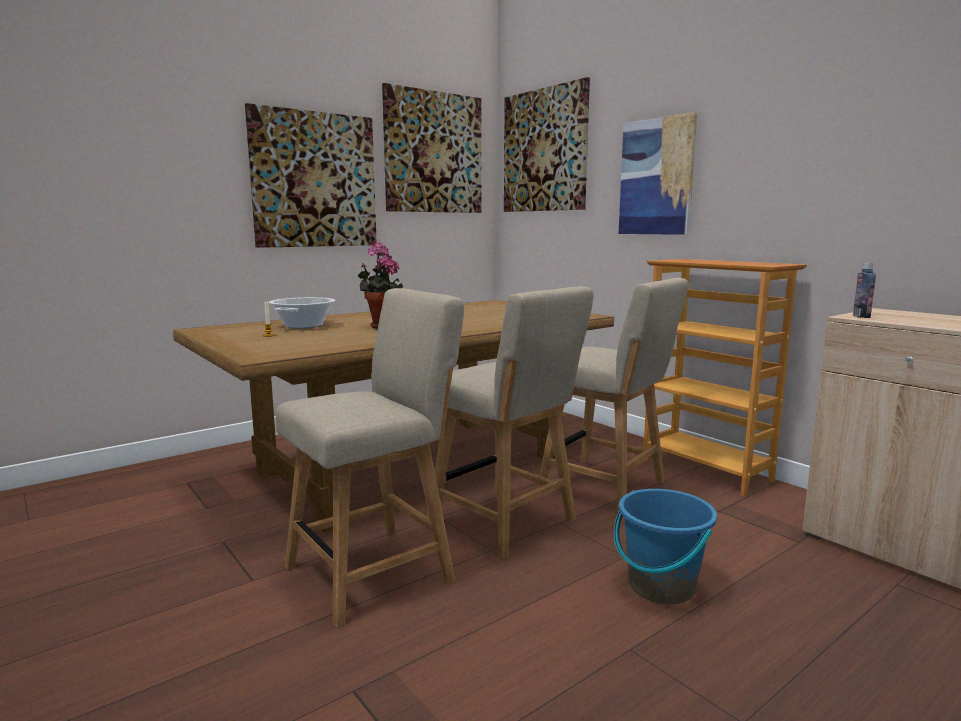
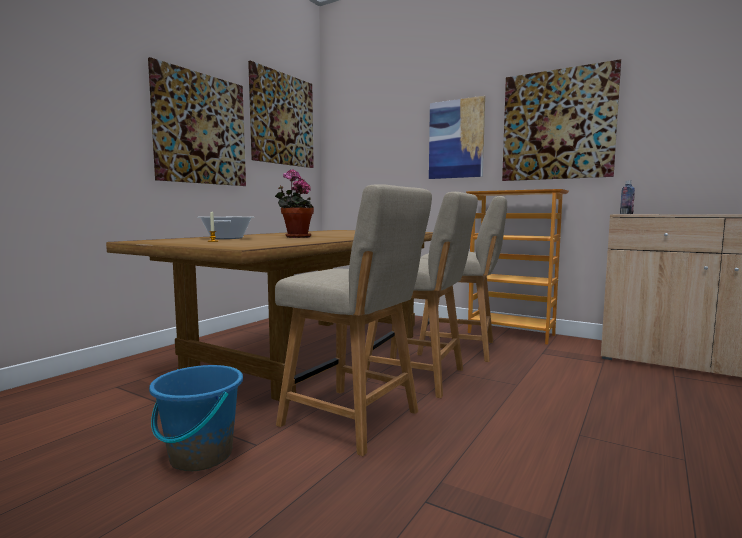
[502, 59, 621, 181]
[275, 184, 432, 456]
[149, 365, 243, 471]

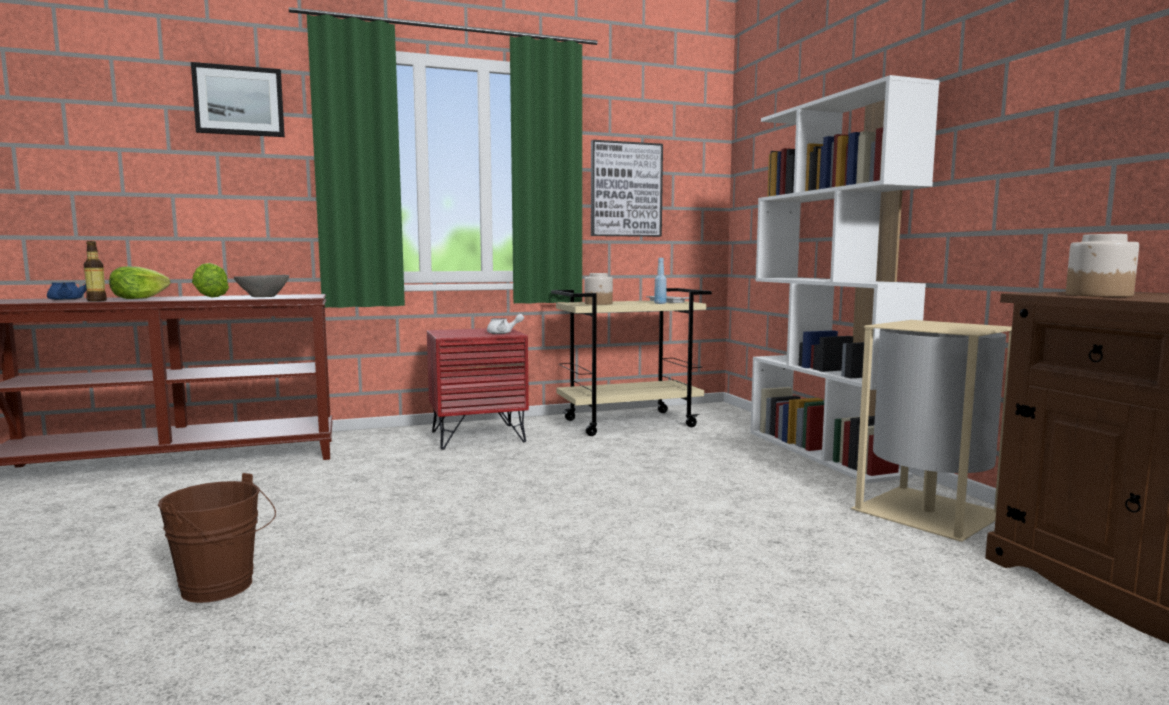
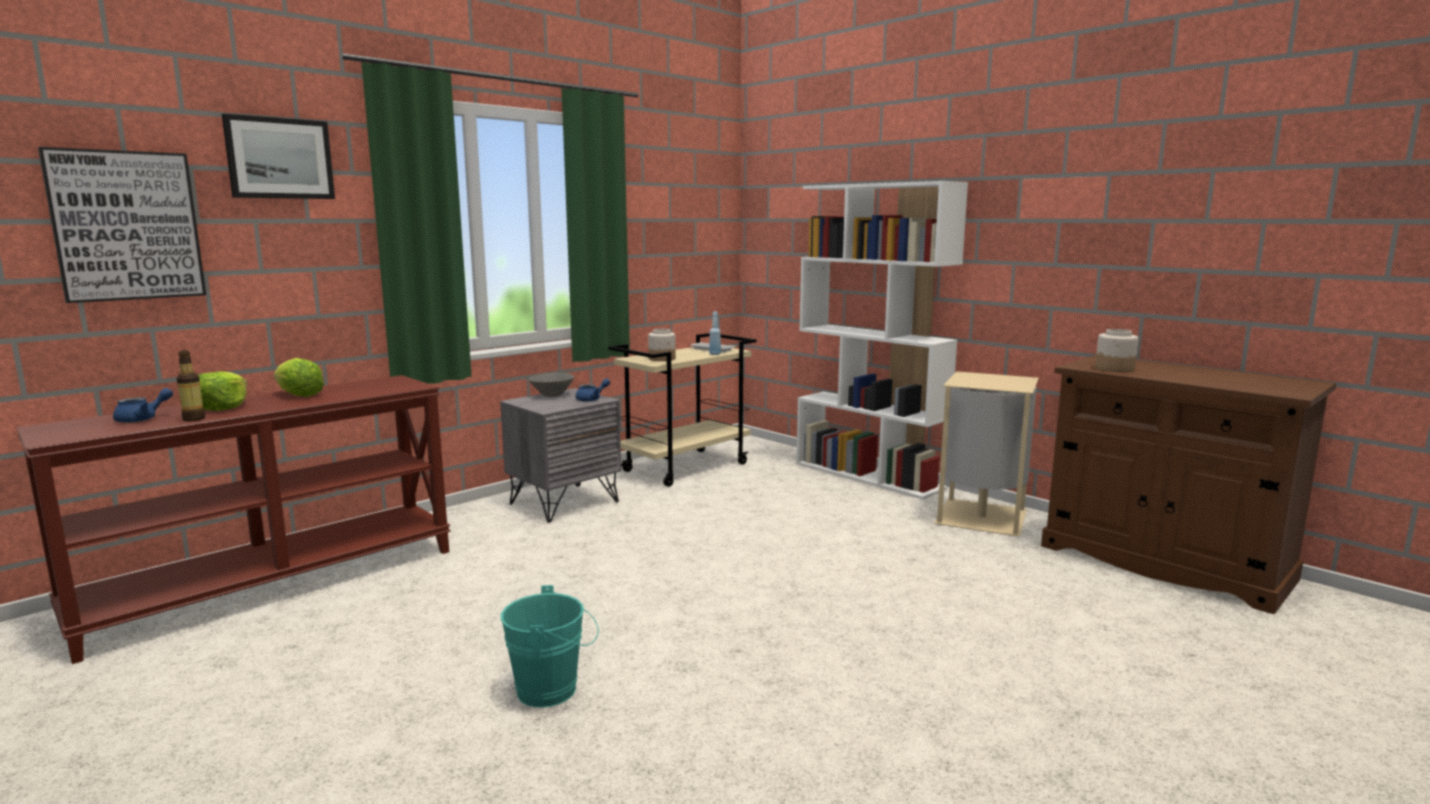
[38, 147, 206, 303]
[529, 373, 574, 397]
[575, 378, 610, 402]
[500, 388, 621, 522]
[501, 585, 599, 708]

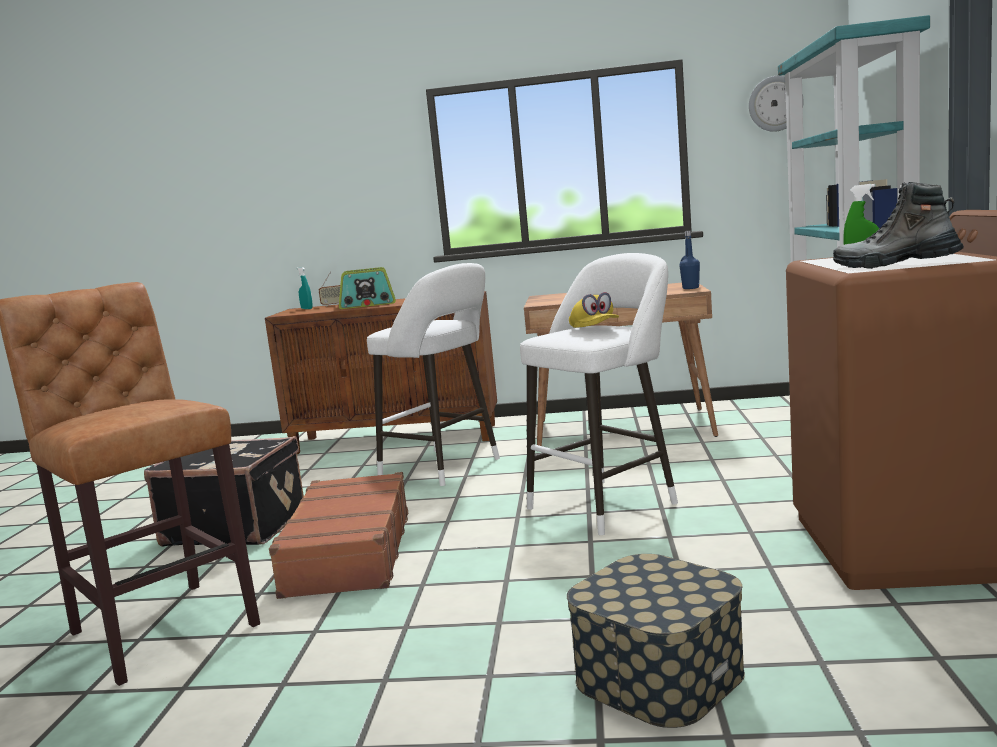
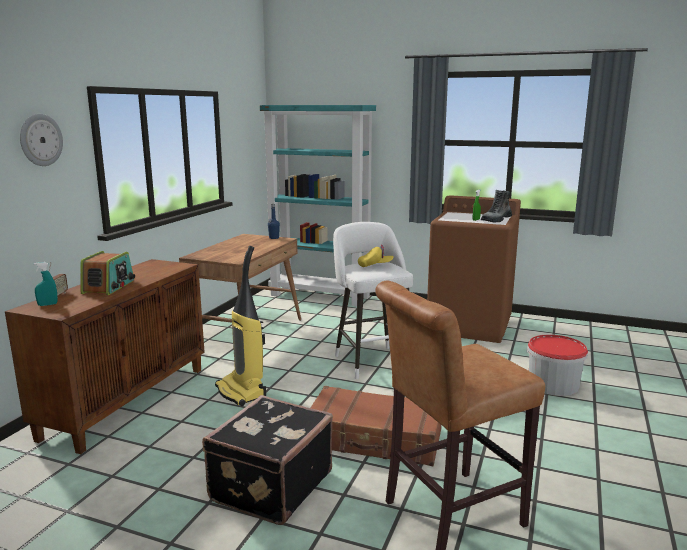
[20, 114, 63, 166]
[215, 246, 266, 406]
[527, 335, 588, 396]

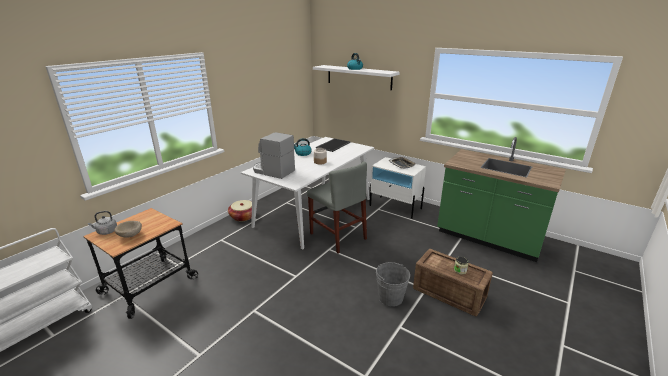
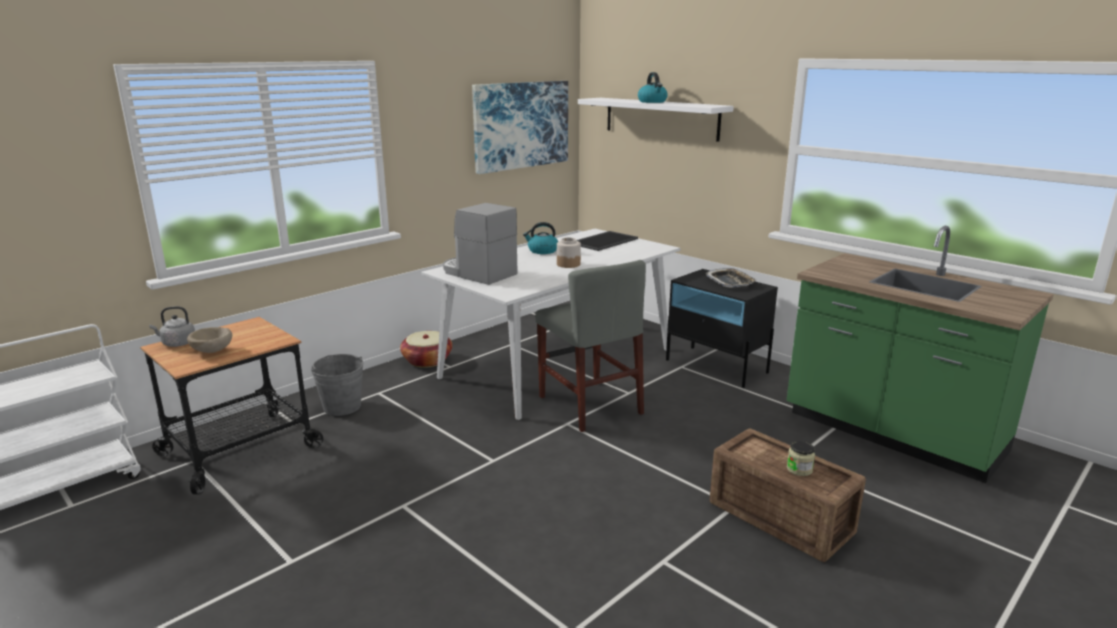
[666, 269, 778, 388]
[311, 354, 363, 416]
[472, 81, 568, 174]

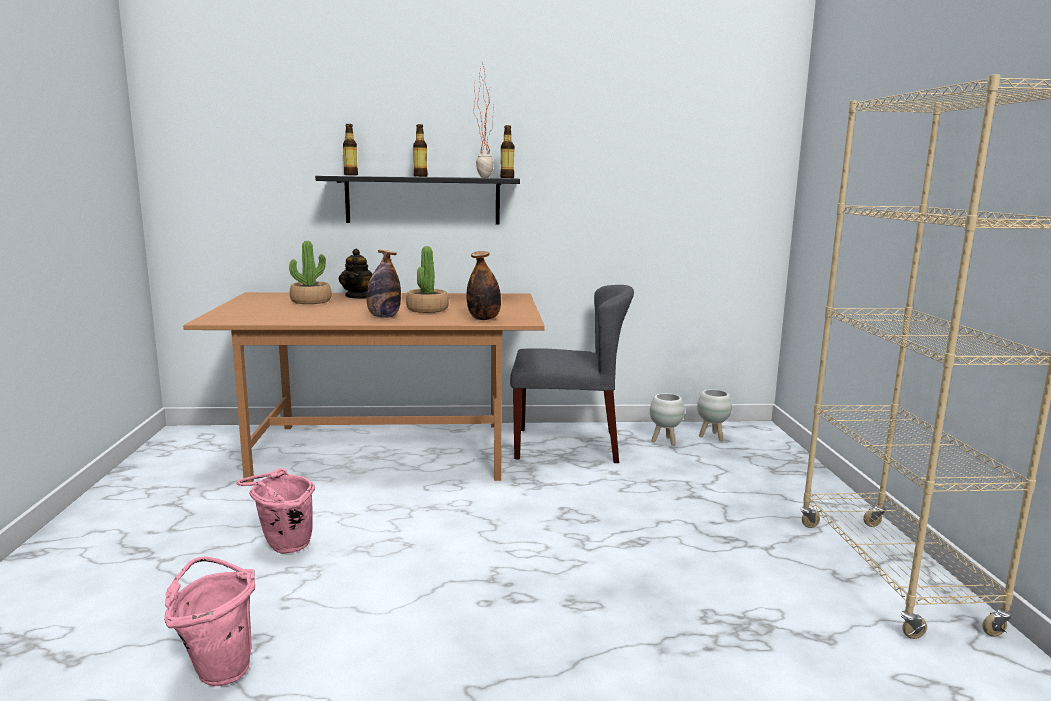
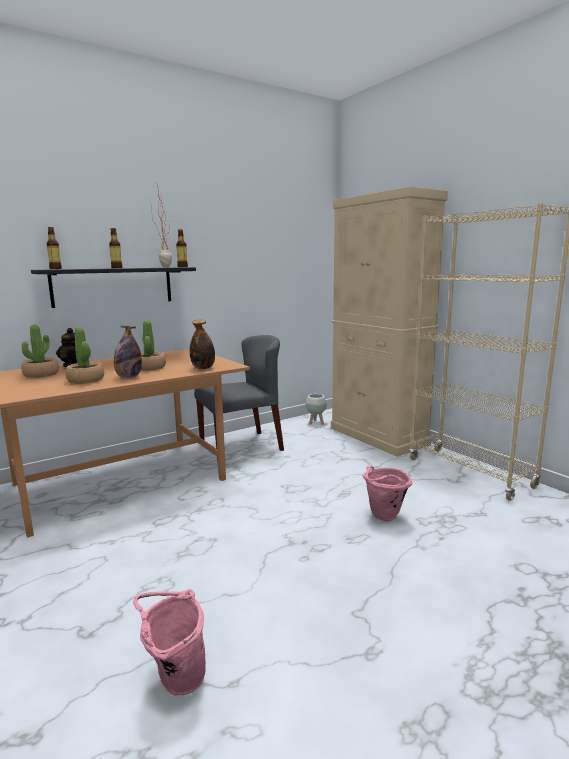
[650, 393, 685, 446] (first image)
[363, 466, 413, 521]
[331, 187, 448, 457]
[66, 327, 104, 384]

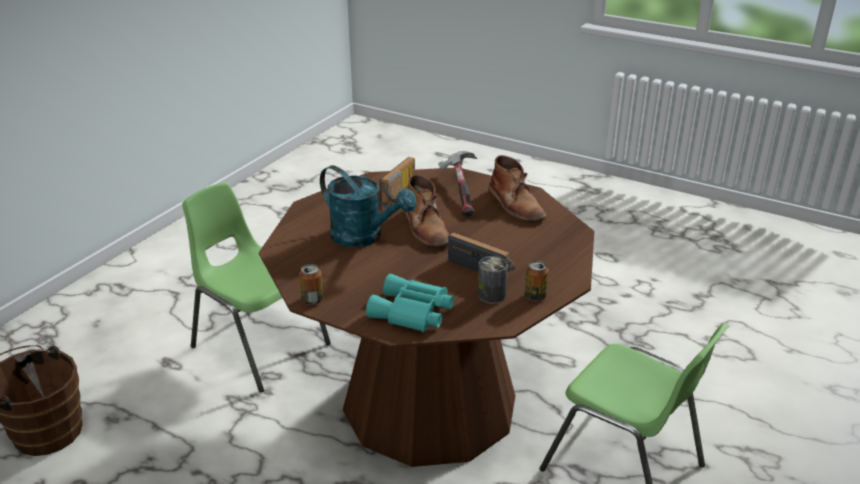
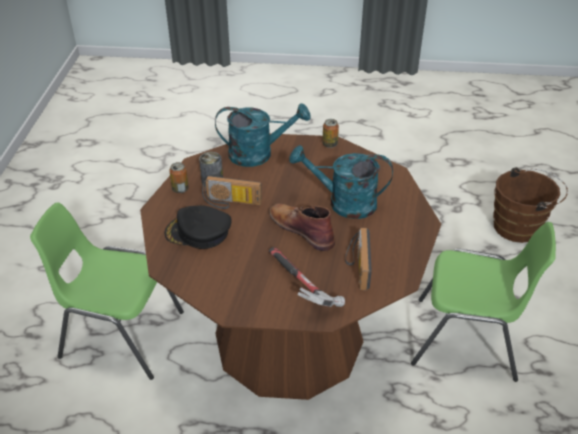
[489, 155, 546, 222] (first image)
[215, 103, 311, 167]
[165, 205, 232, 249]

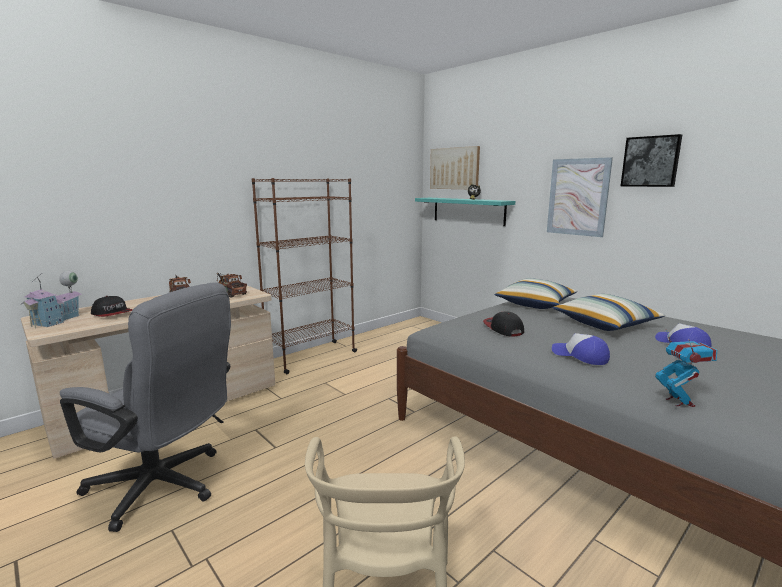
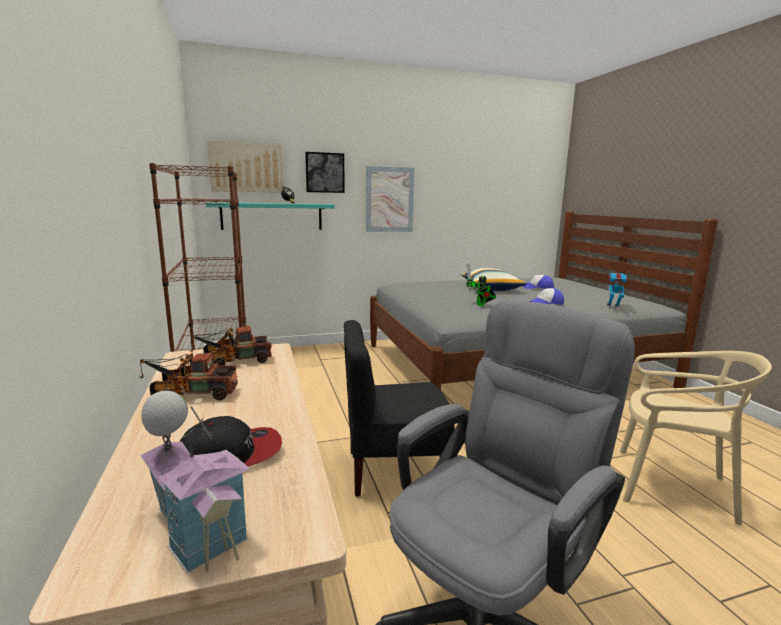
[305, 152, 345, 193]
[495, 278, 577, 309] (first image)
[466, 263, 496, 306]
[344, 320, 455, 497]

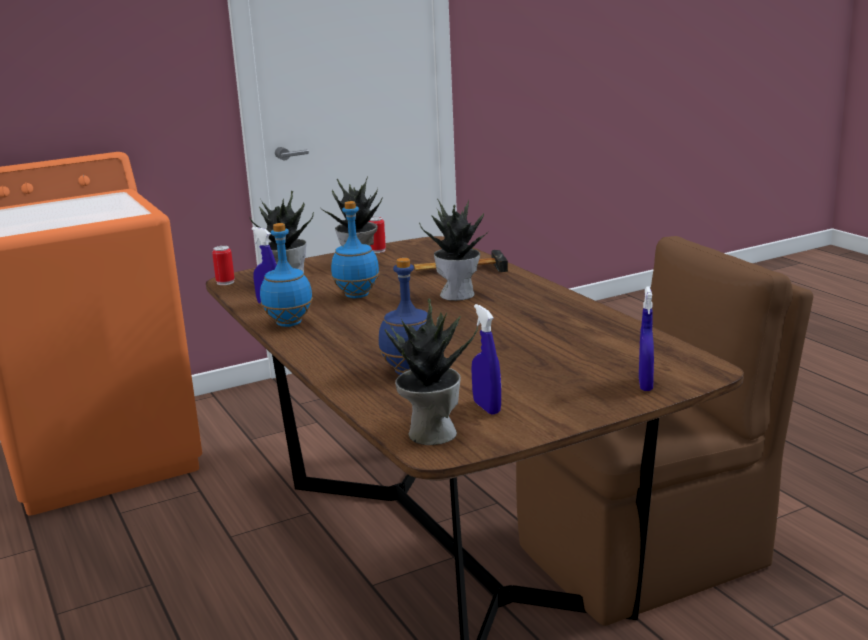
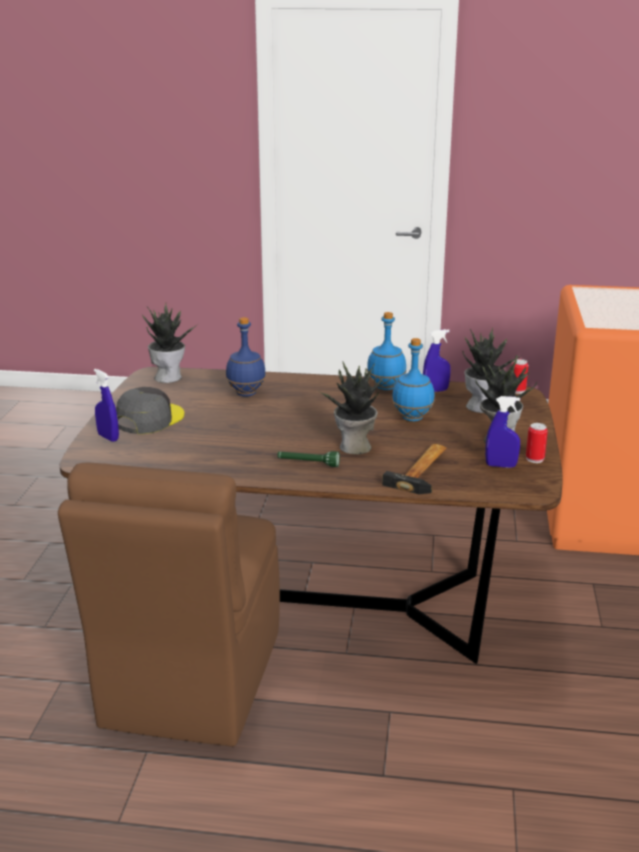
[485, 396, 520, 468]
[116, 387, 184, 434]
[277, 451, 340, 467]

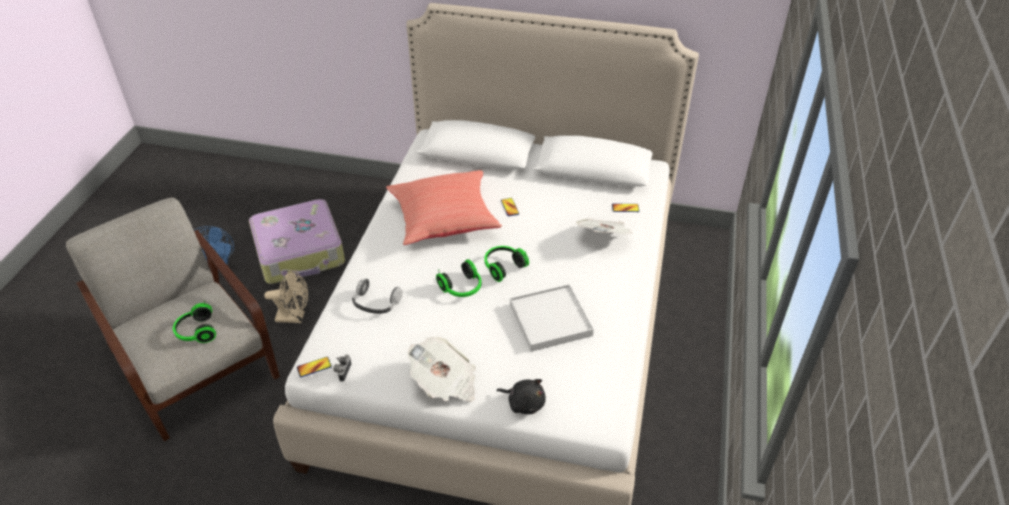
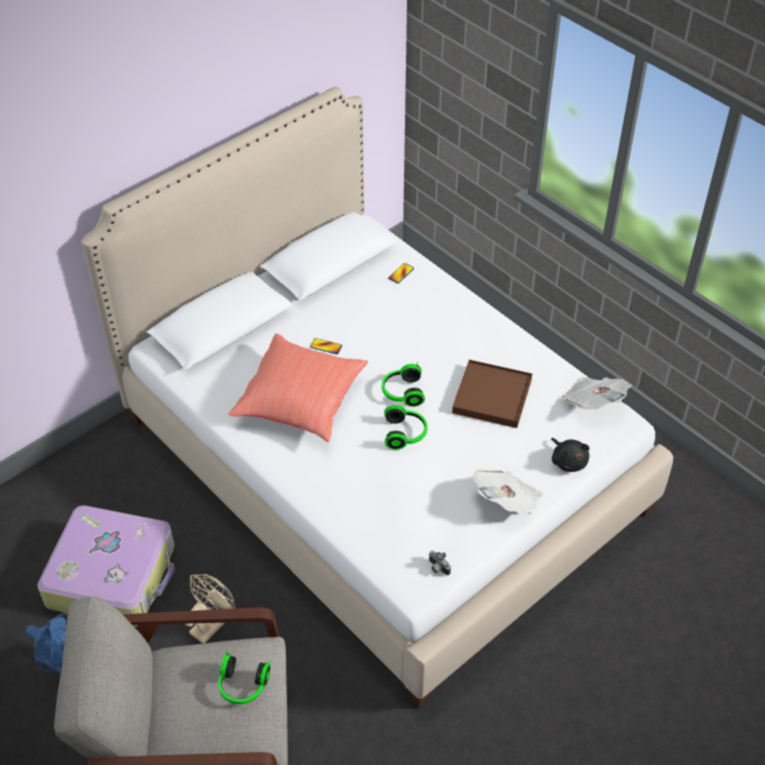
[561, 377, 632, 410]
[352, 278, 403, 314] (first image)
[452, 360, 532, 428]
[297, 357, 332, 377] (first image)
[551, 438, 590, 472]

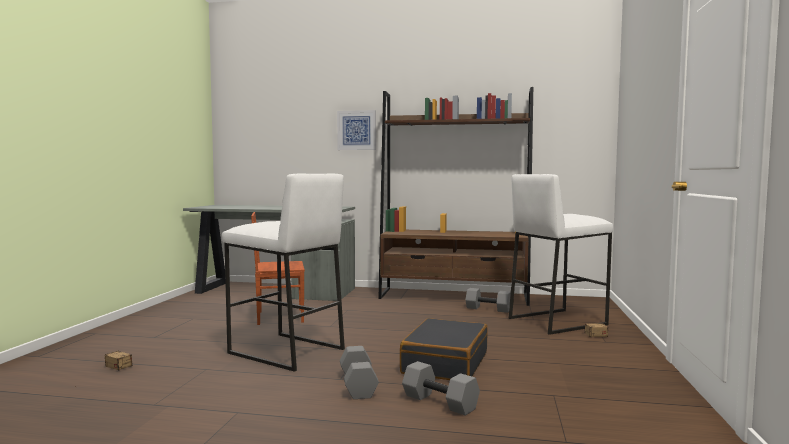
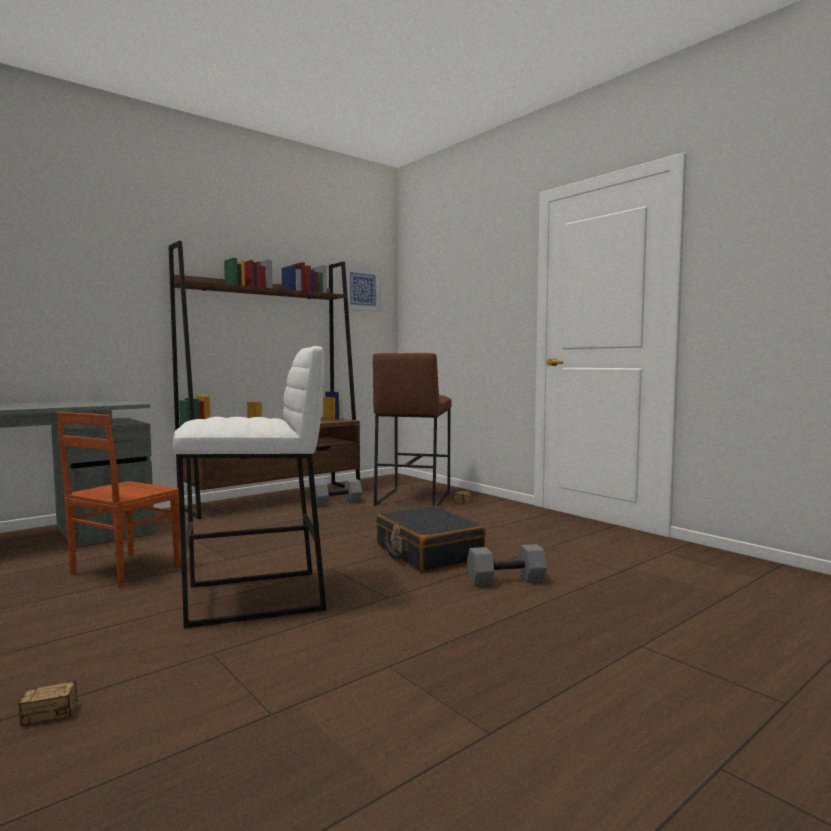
[345, 265, 381, 312]
[373, 353, 452, 507]
[340, 346, 379, 399] (first image)

